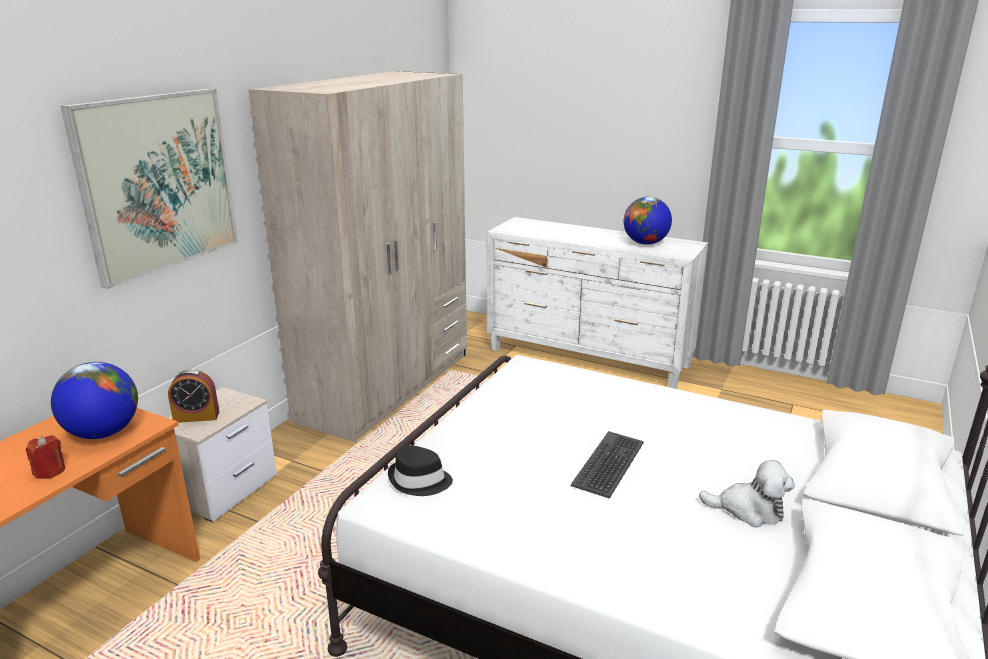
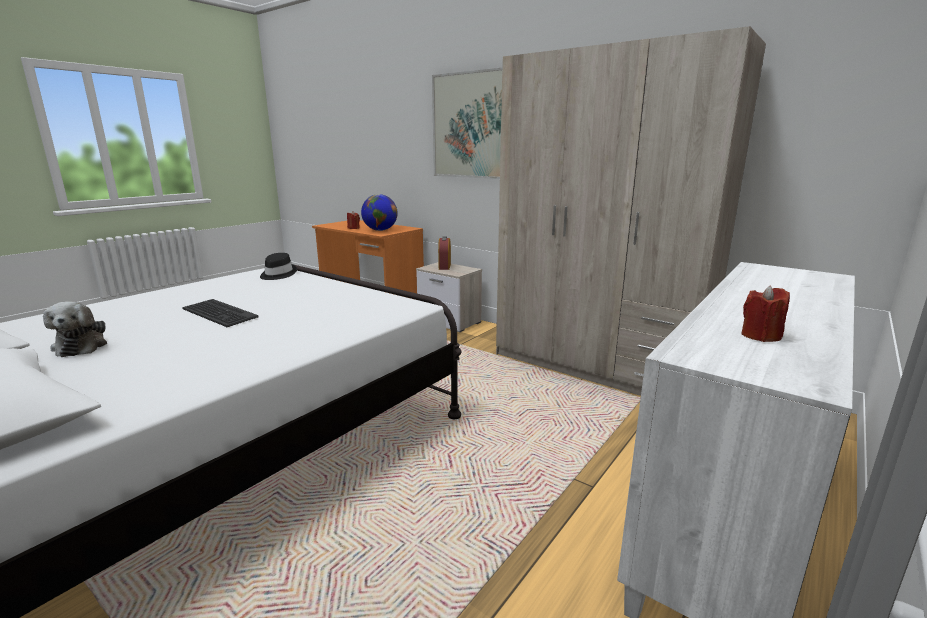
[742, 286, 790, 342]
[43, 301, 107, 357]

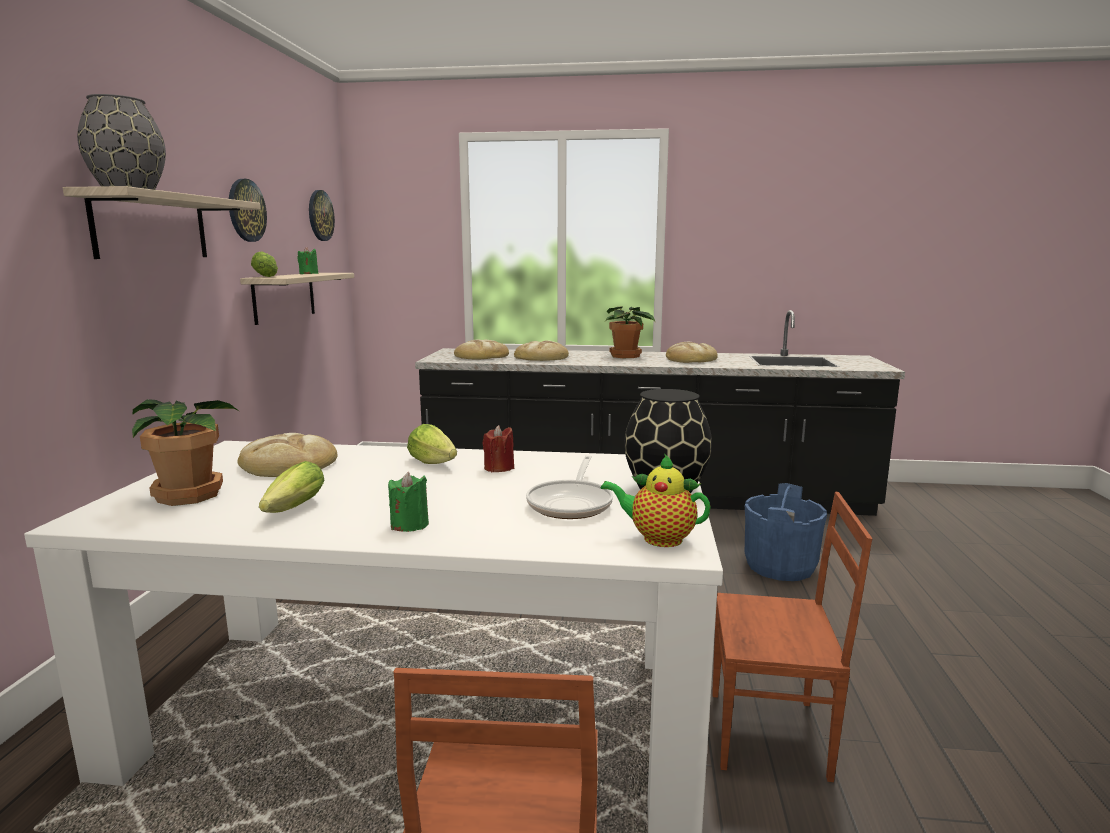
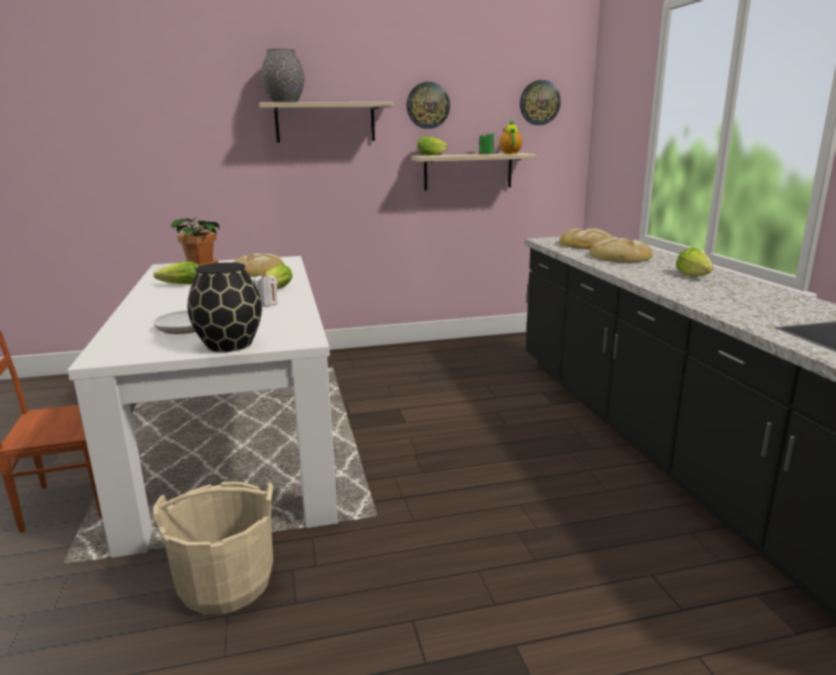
[676, 247, 713, 276]
[666, 342, 718, 363] (first image)
[253, 272, 278, 307]
[499, 119, 522, 154]
[388, 472, 429, 532] (first image)
[745, 483, 827, 581] (first image)
[153, 482, 273, 614]

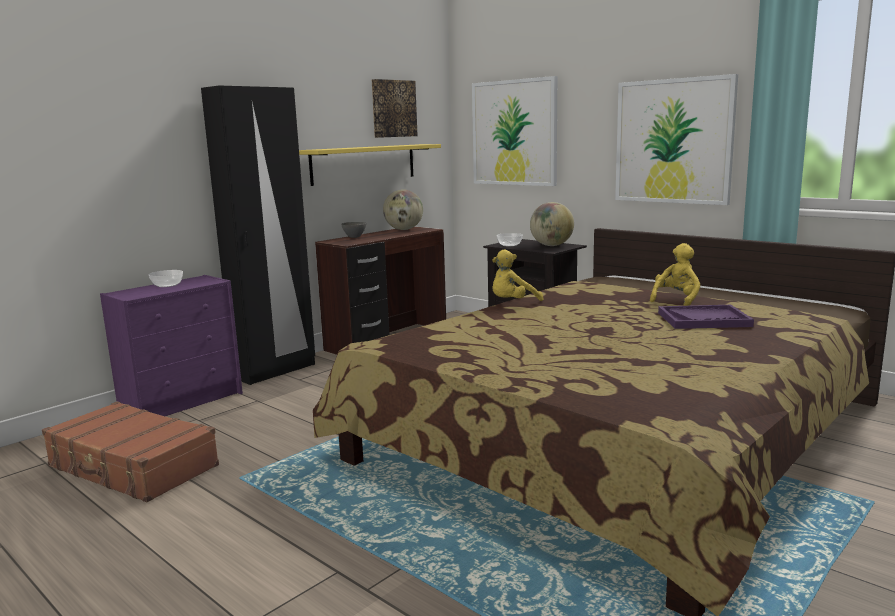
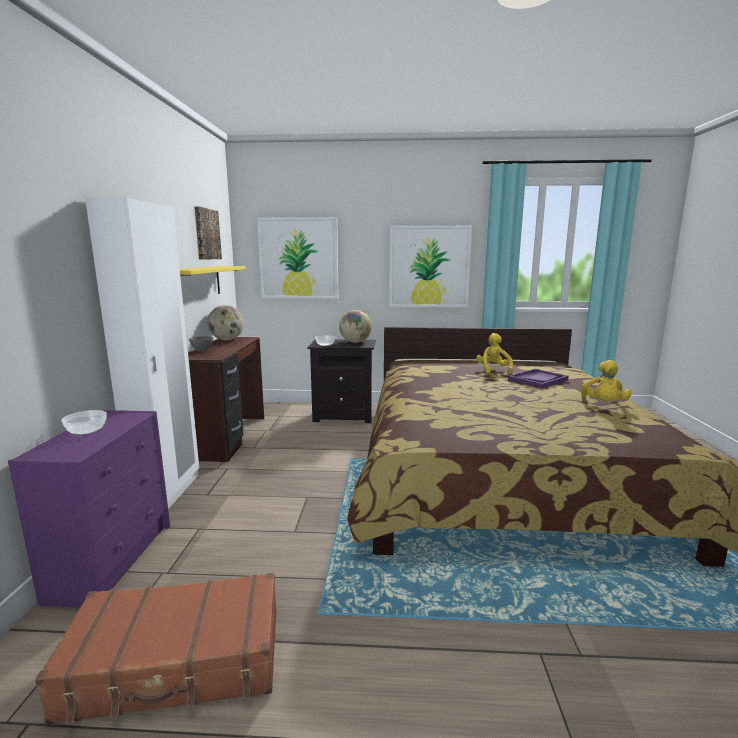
[85, 197, 199, 509]
[581, 360, 631, 402]

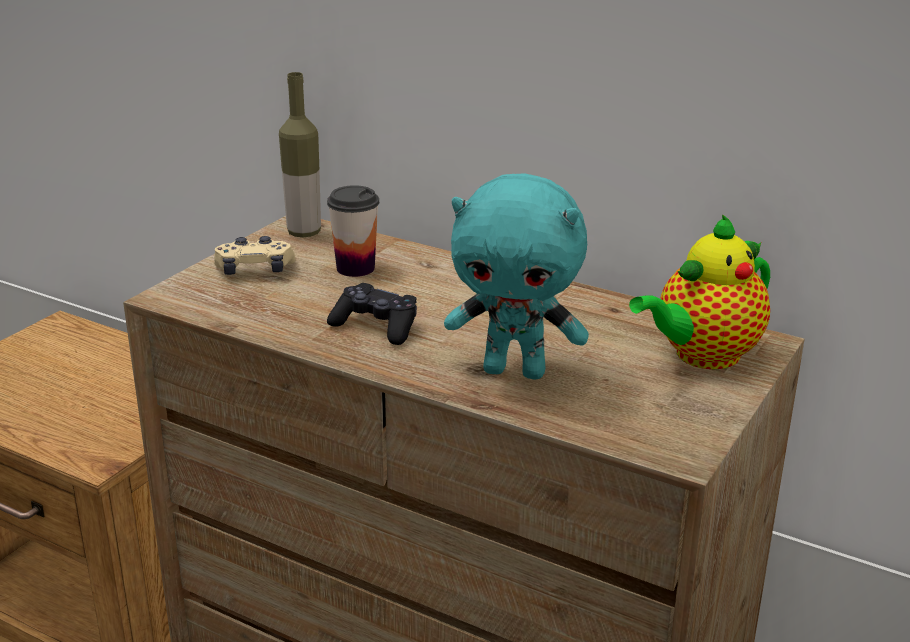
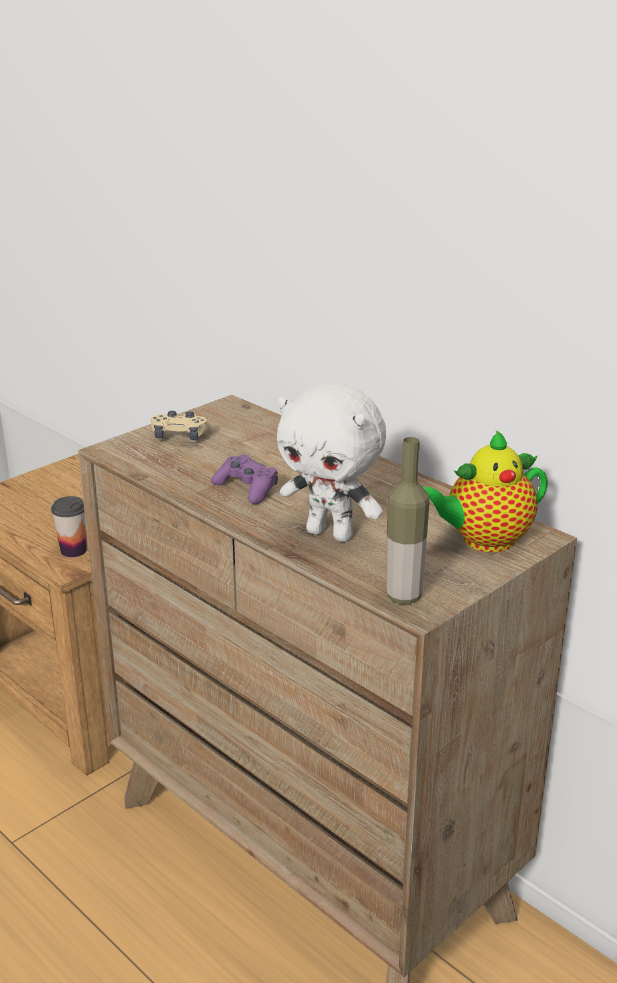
[386, 437, 430, 604]
[277, 383, 386, 542]
[51, 496, 87, 557]
[211, 455, 278, 504]

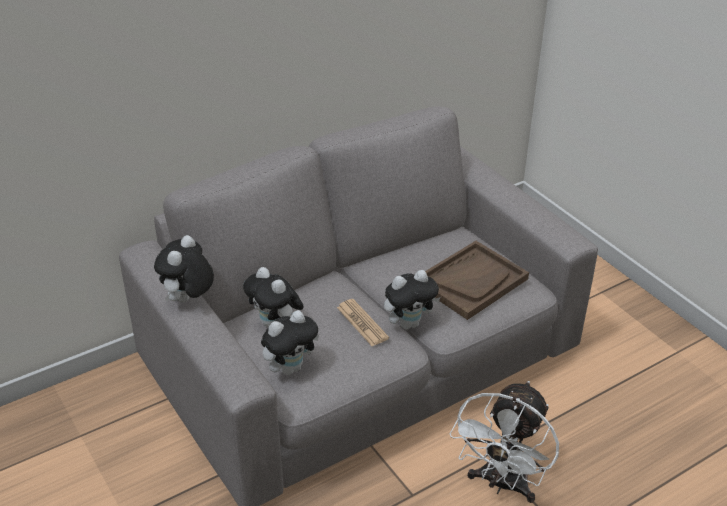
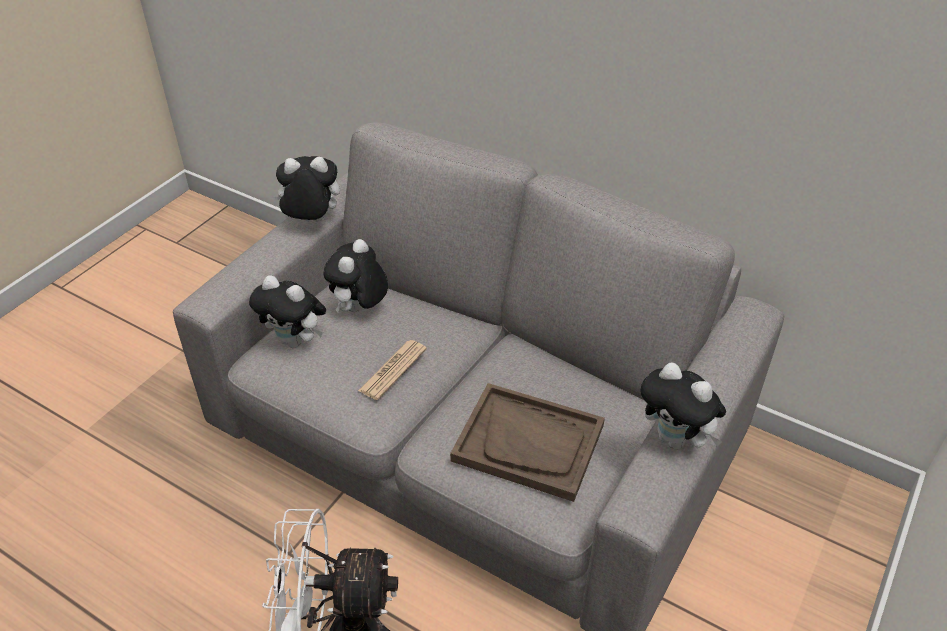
[641, 362, 726, 449]

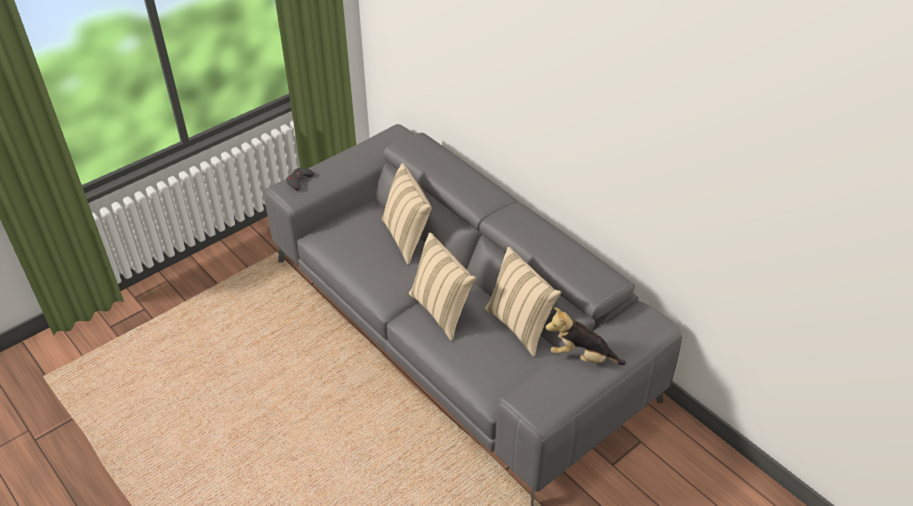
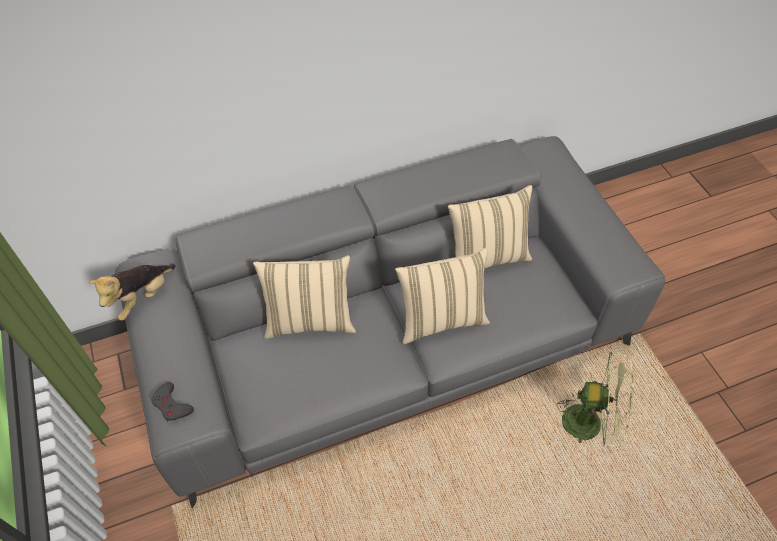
[89, 263, 176, 320]
[557, 352, 633, 447]

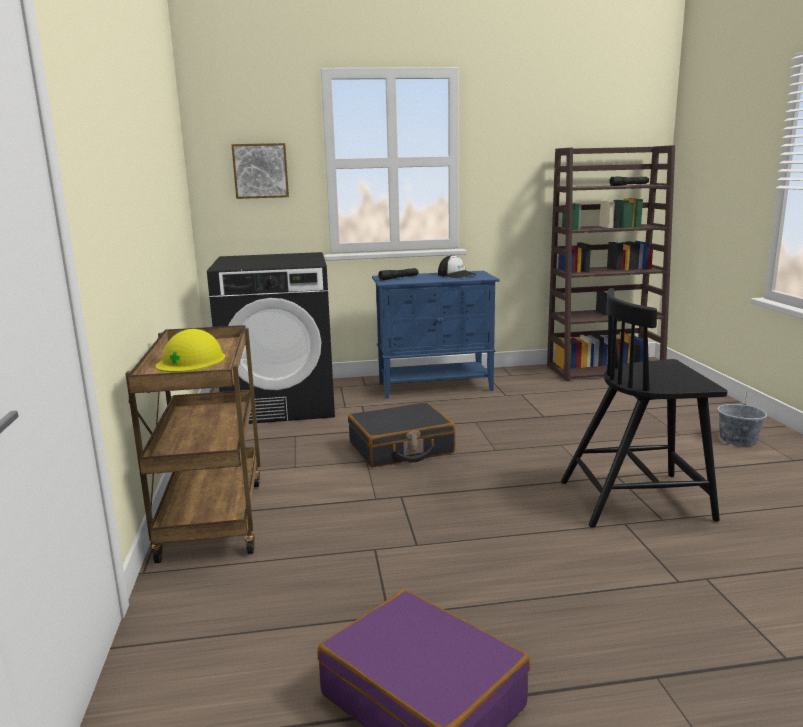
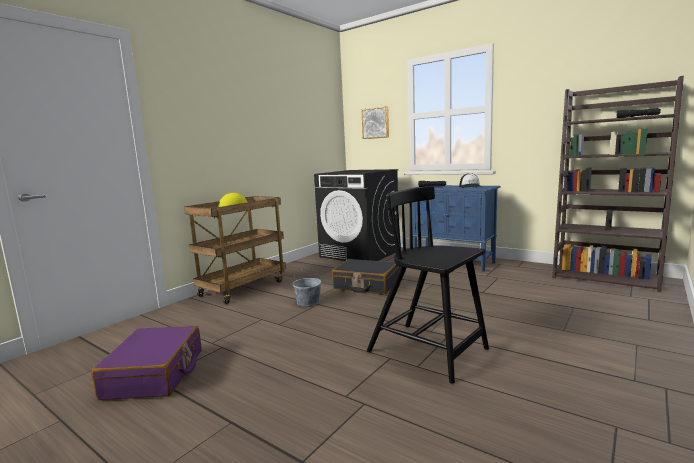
[293, 267, 322, 307]

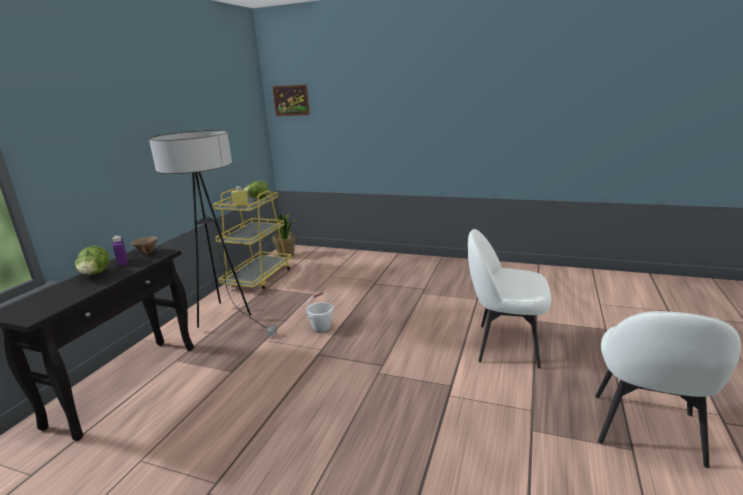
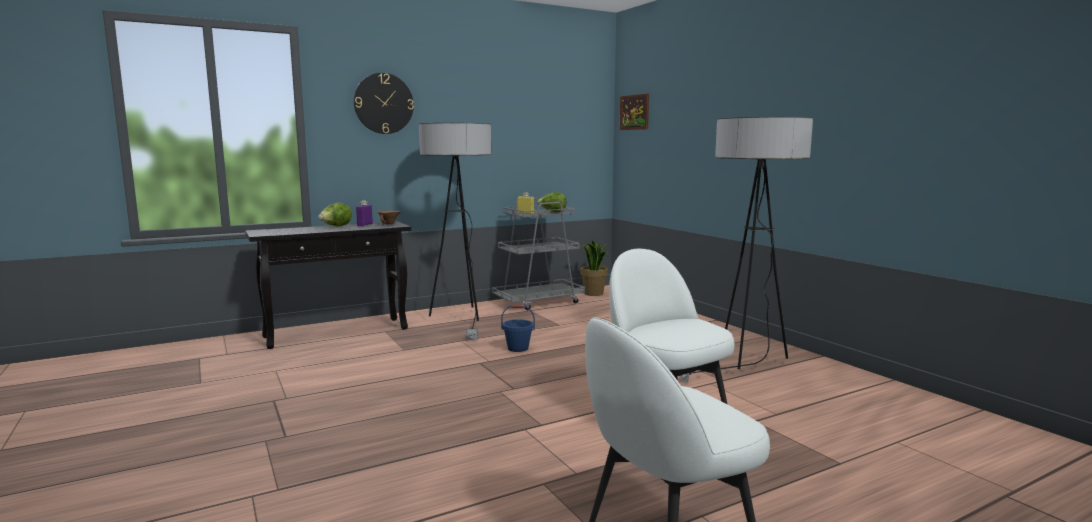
[492, 198, 585, 310]
[501, 305, 535, 352]
[354, 73, 414, 134]
[679, 117, 813, 383]

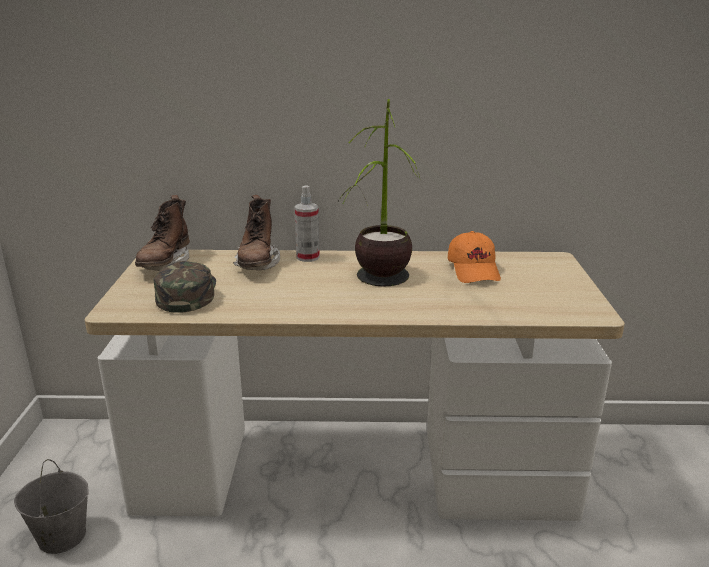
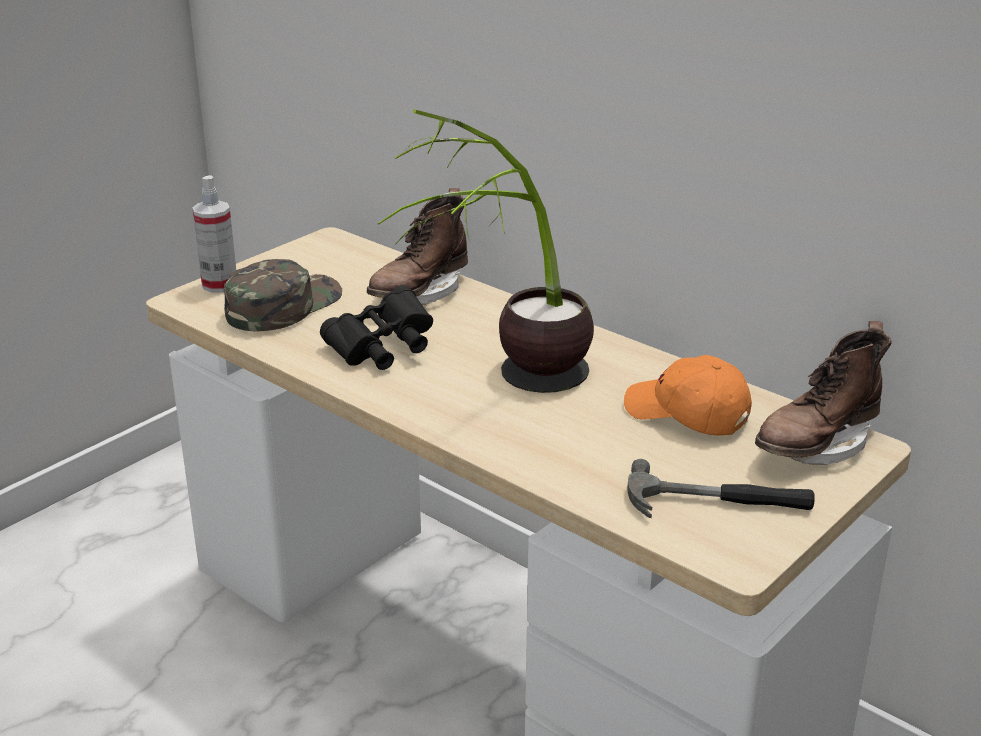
[192, 175, 236, 293]
[755, 321, 892, 465]
[624, 355, 752, 436]
[14, 459, 89, 554] (first image)
[320, 285, 433, 370]
[627, 459, 815, 518]

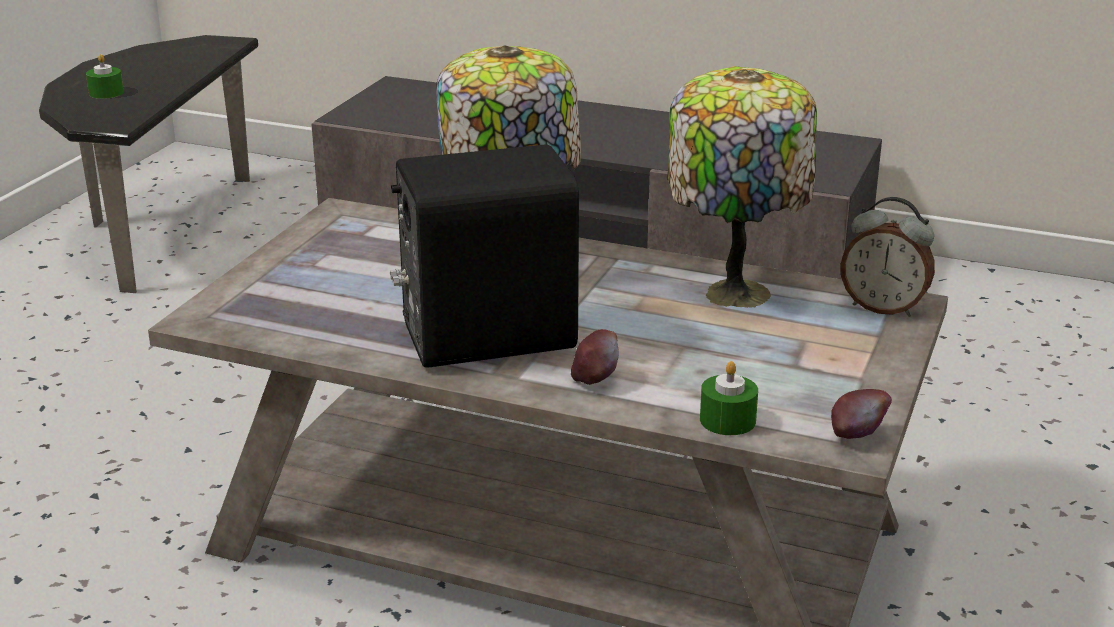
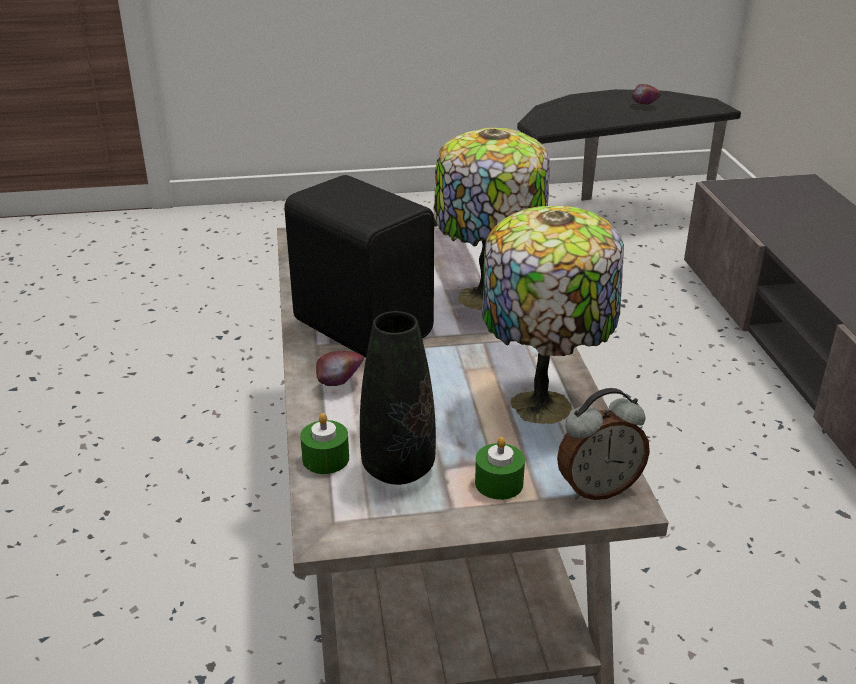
[475, 437, 525, 500]
[557, 388, 650, 500]
[632, 84, 660, 104]
[360, 311, 436, 485]

